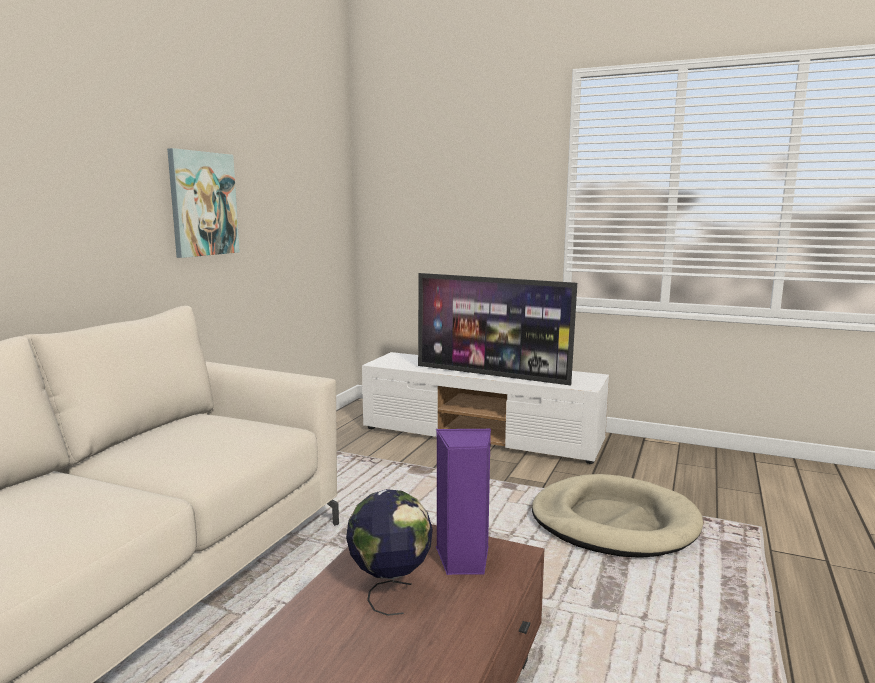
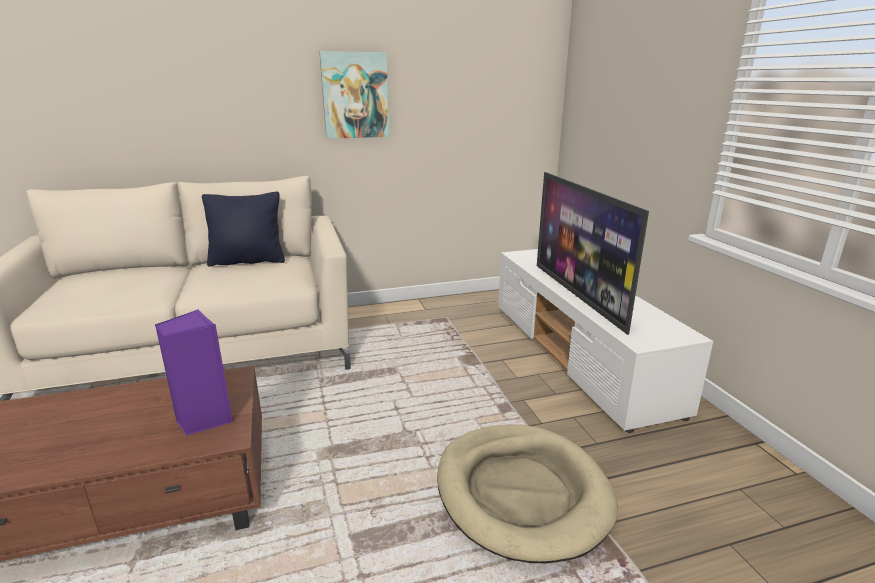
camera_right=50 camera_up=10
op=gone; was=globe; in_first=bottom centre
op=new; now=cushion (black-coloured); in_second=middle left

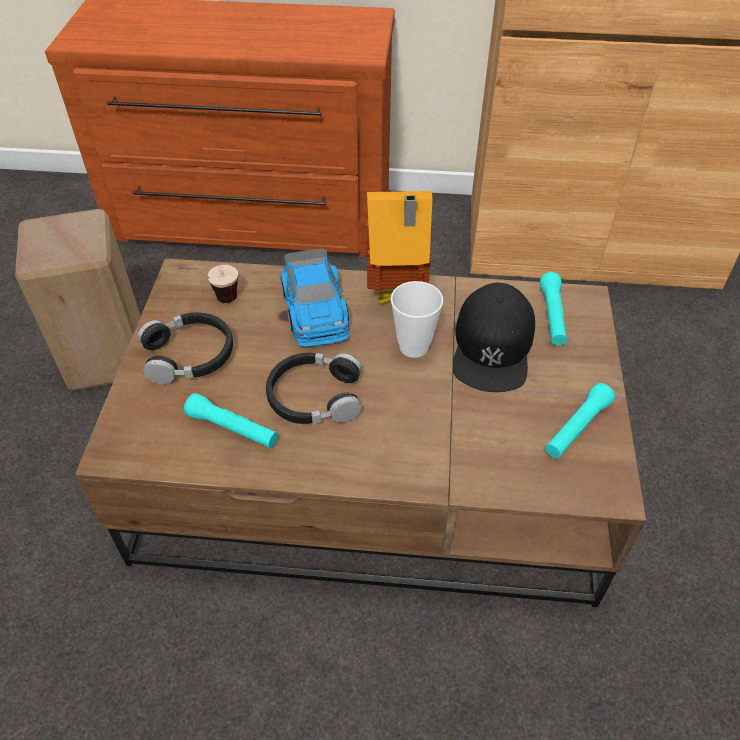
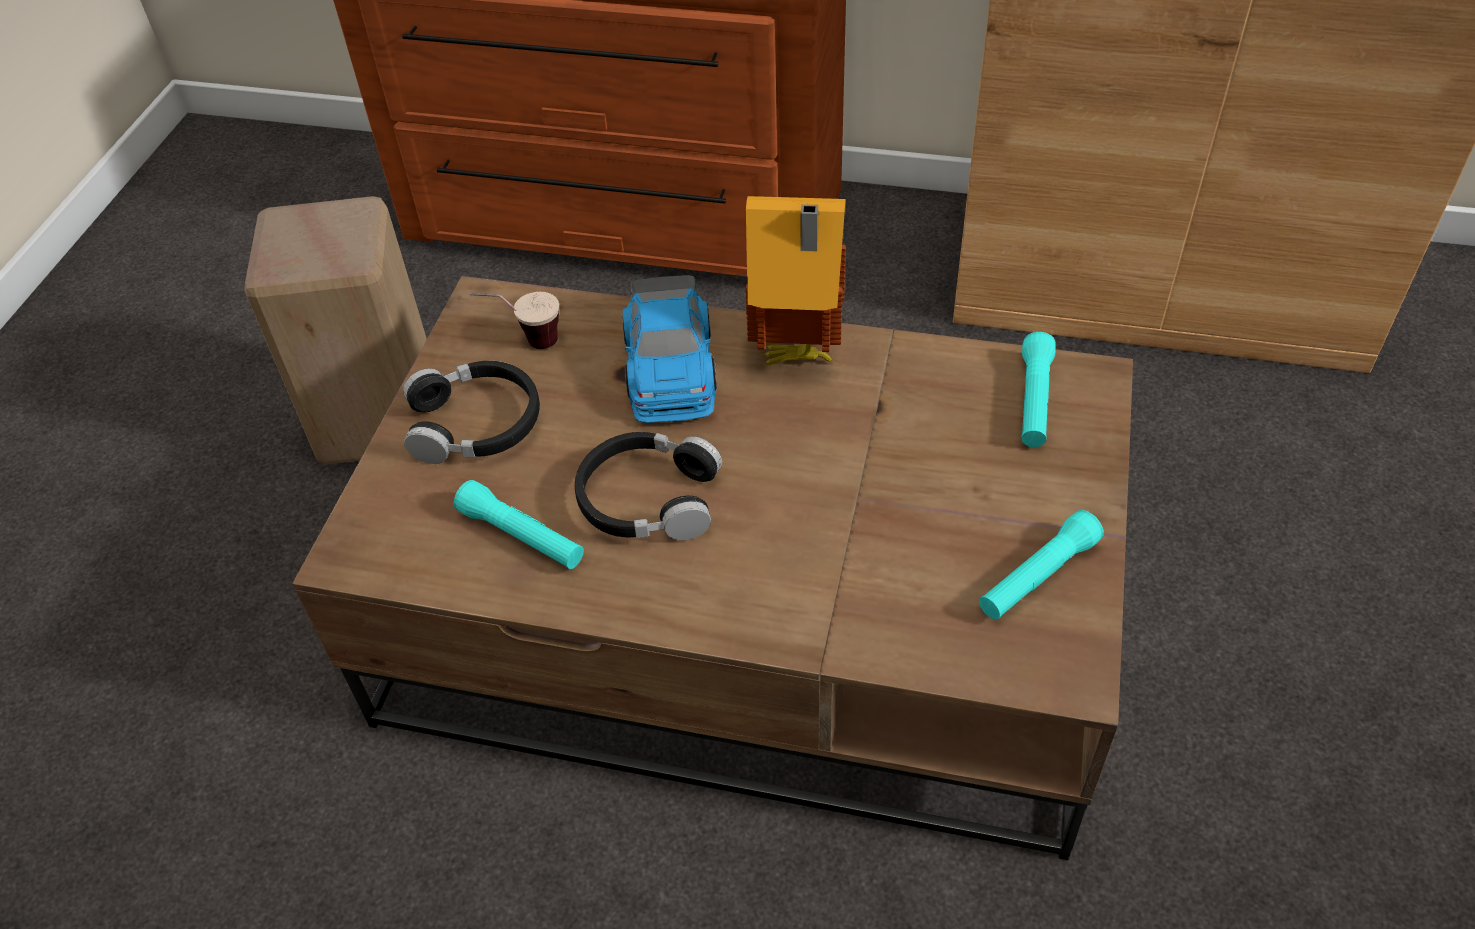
camera_right=10 camera_up=0
op=gone; was=cup (no. 2 from left); in_first=centre
op=gone; was=peaked cap (black-coloured); in_first=middle right

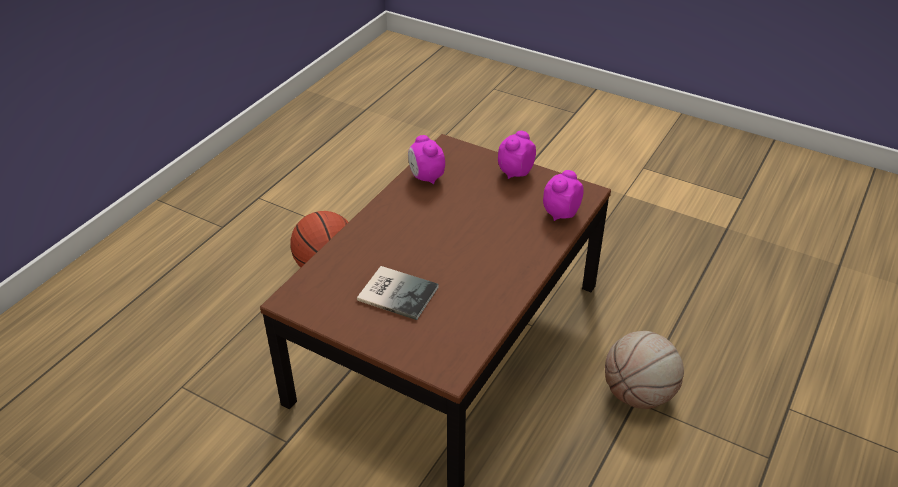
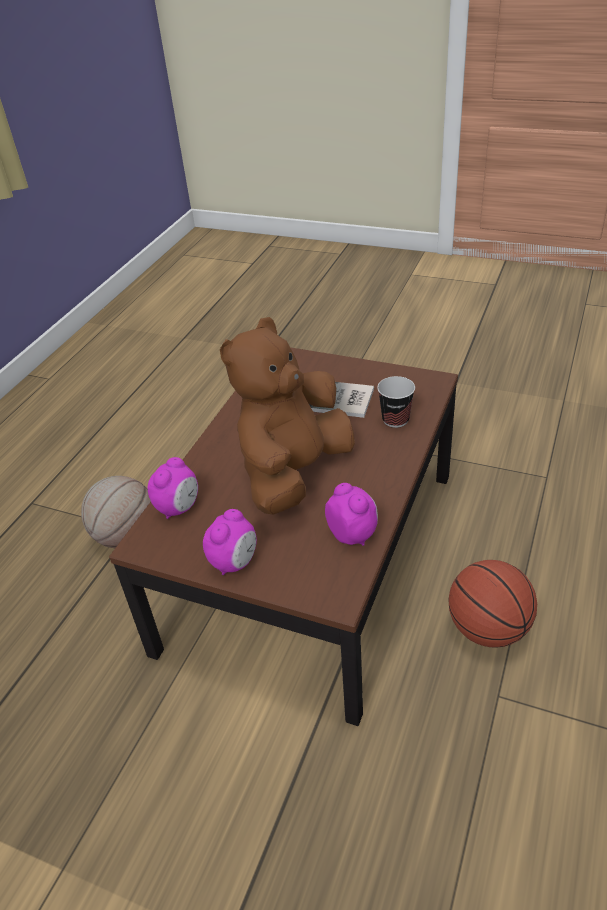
camera_right=175 camera_up=0
op=new; now=cuddly toy (brown); in_second=centre
op=new; now=cup; in_second=centre

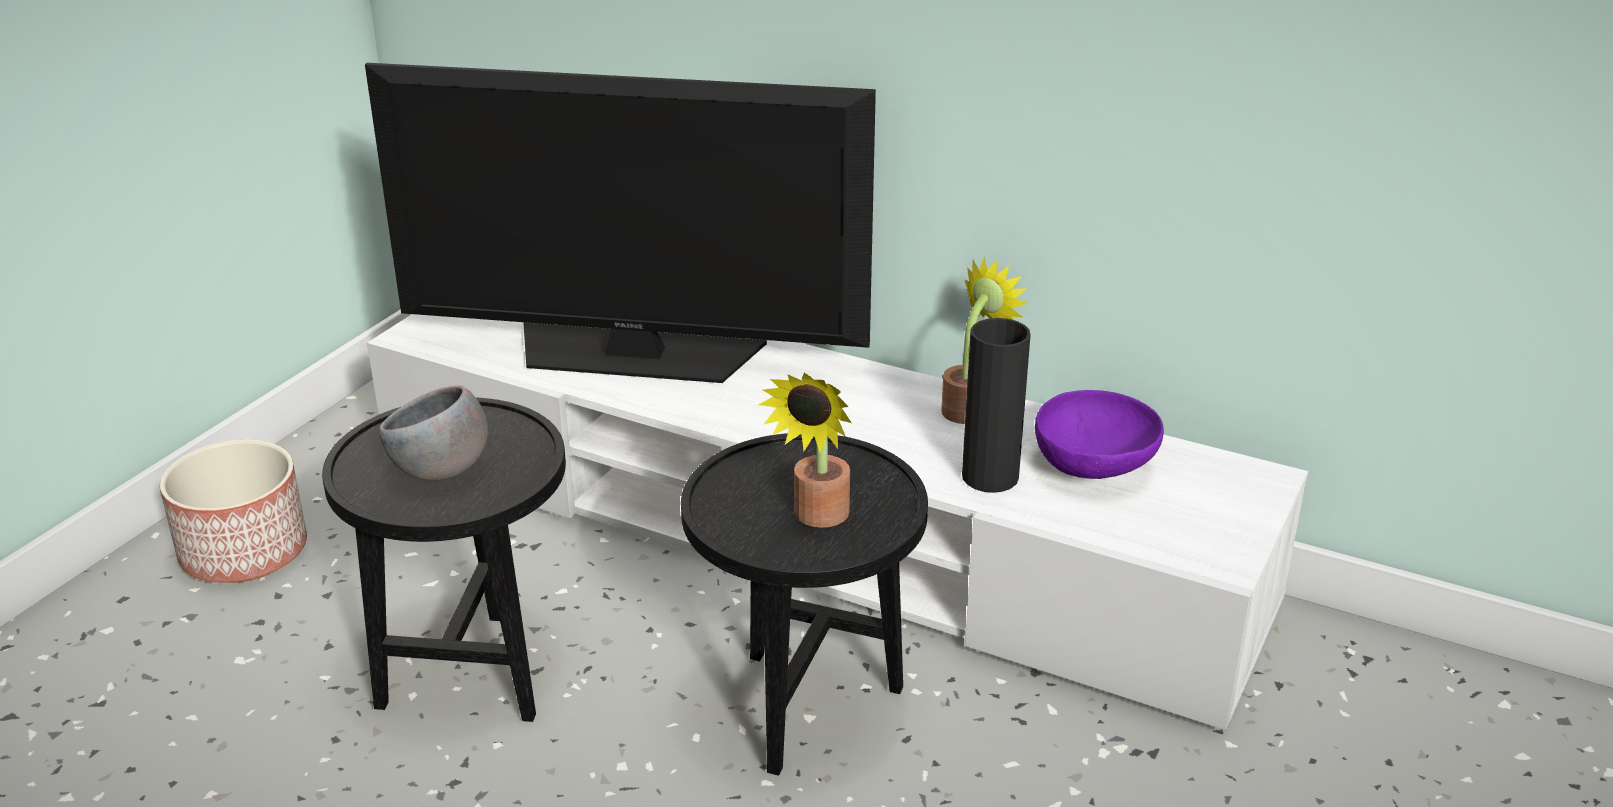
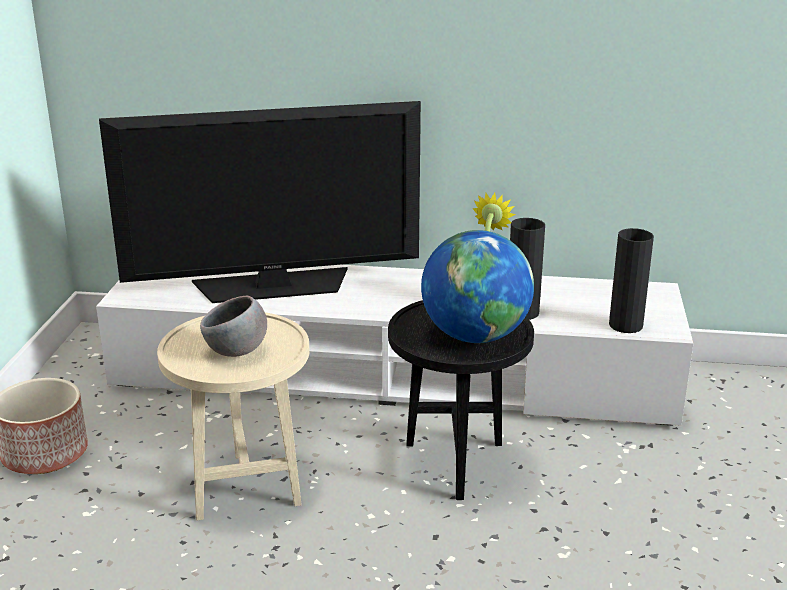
camera_right=-20 camera_up=-5
op=repainted; was=end table (black-coloured) (no. 1 from left); now=end table (sand-coloured); in_first=bottom left; in_second=bottom left
op=swapped; was=plant in a pot (no. 1 from left); now=globe; in_first=centre; in_second=centre
op=gone; was=serving bowl (purplish); in_first=middle right
op=new; now=vase (black-coloured) (no. 2 from left); in_second=middle right

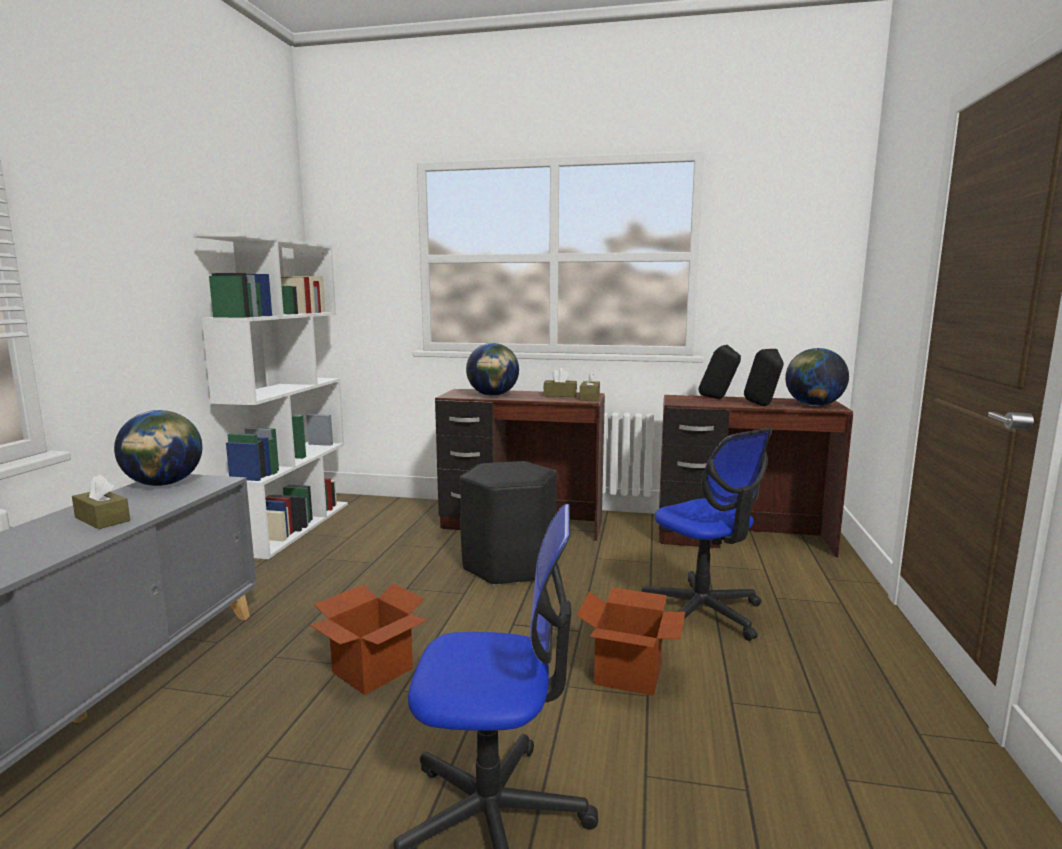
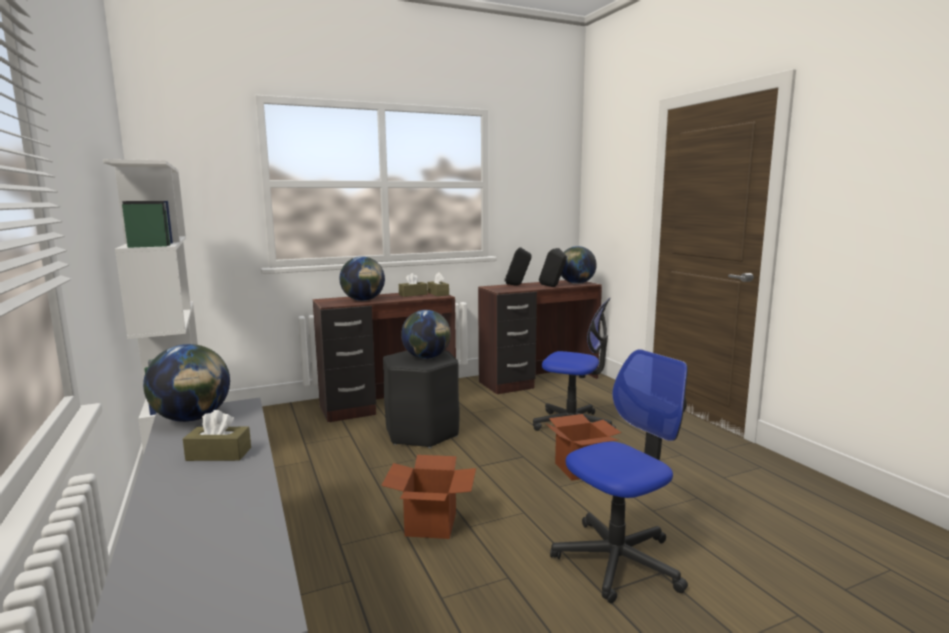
camera_right=-35 camera_up=0
op=new; now=globe (no. 3 from left); in_second=centre

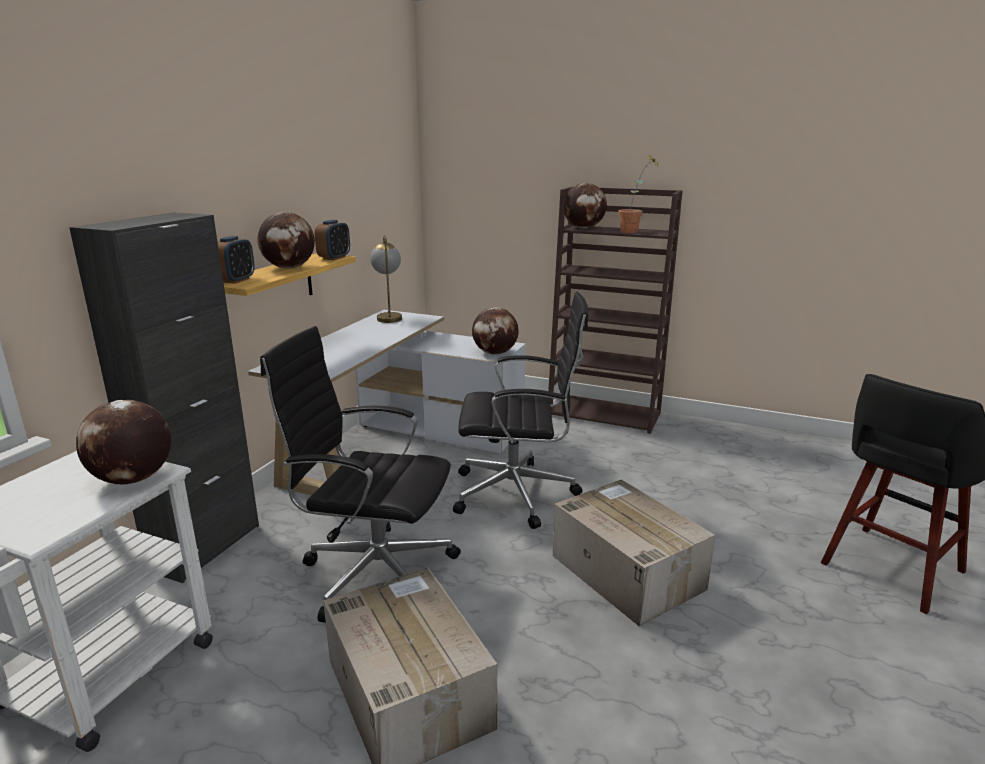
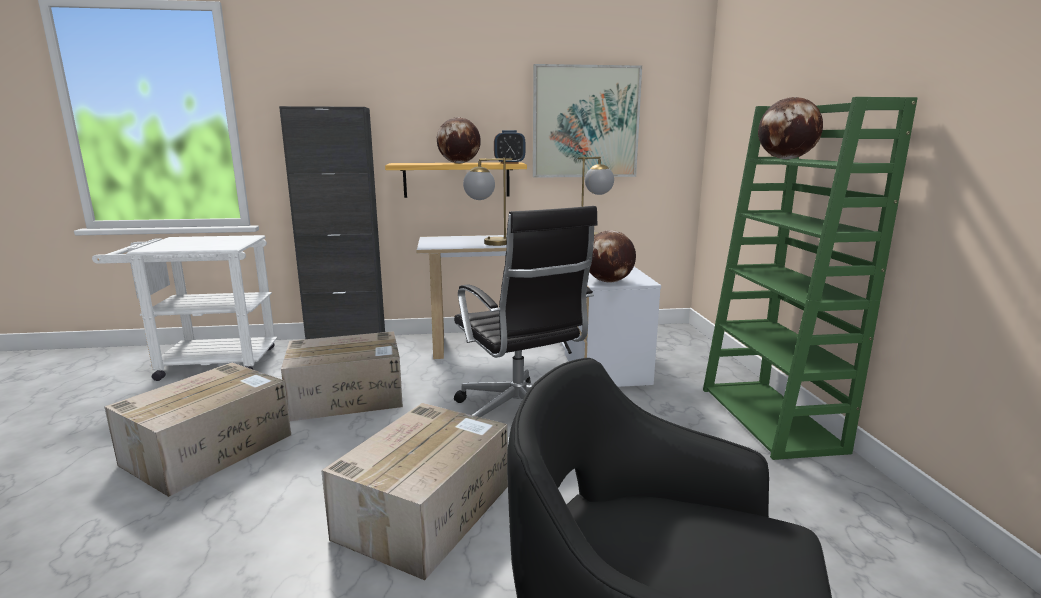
camera_right=60 camera_up=-5
op=gone; was=globe (no. 1 from left); in_first=middle left
op=gone; was=table clock (no. 1 from left); in_first=middle left
op=swapped; was=office chair (black-coloured) (no. 1 from left); now=cardboard box (no. 2 from left); in_first=centre; in_second=middle left
op=repainted; was=bookshelf (brown); now=bookshelf (green-coloured); in_first=centre; in_second=middle right
op=gone; was=plant in a pot; in_first=top centre
op=new; now=table lamp (no. 1 from left); in_second=centre
op=new; now=wall picture; in_second=top centre

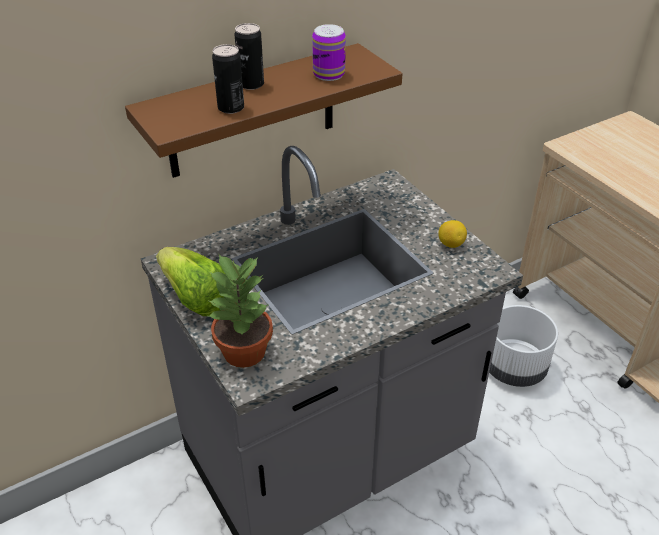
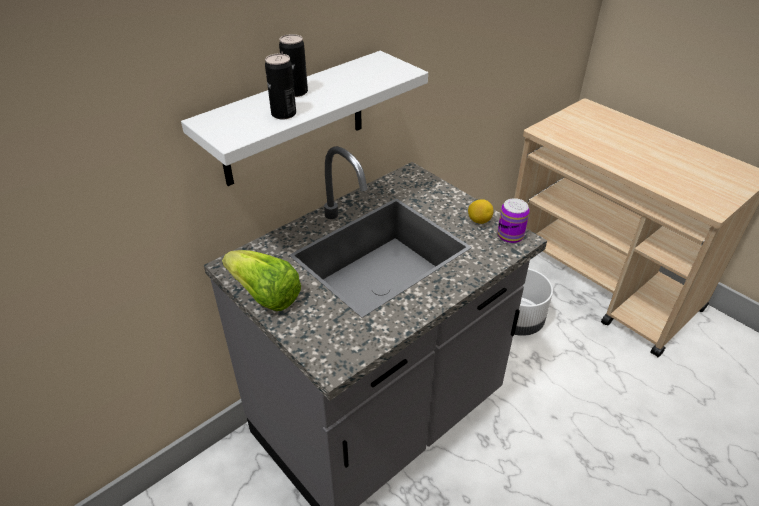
camera_right=-10 camera_up=0
op=repainted; was=shelf (brown); now=shelf (white); in_first=top centre; in_second=top centre
op=gone; was=plant in a pot; in_first=centre
op=shifted; was=can (no. 3 from left); in_first=top centre; in_second=middle right

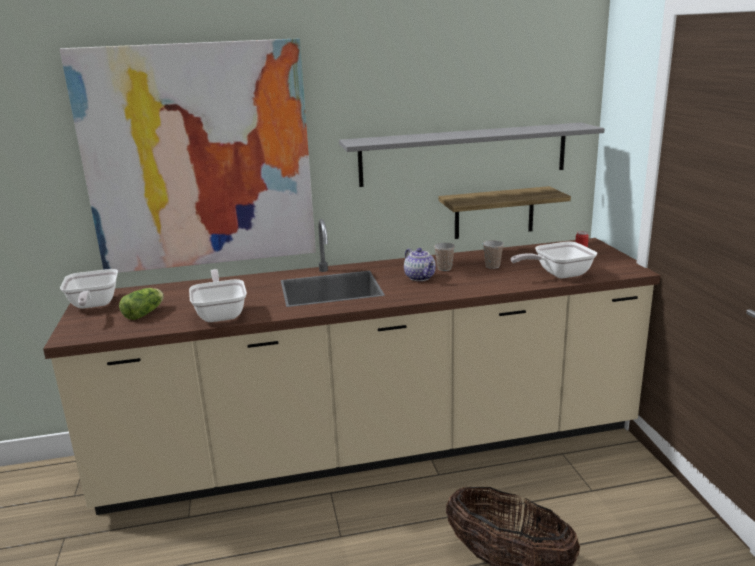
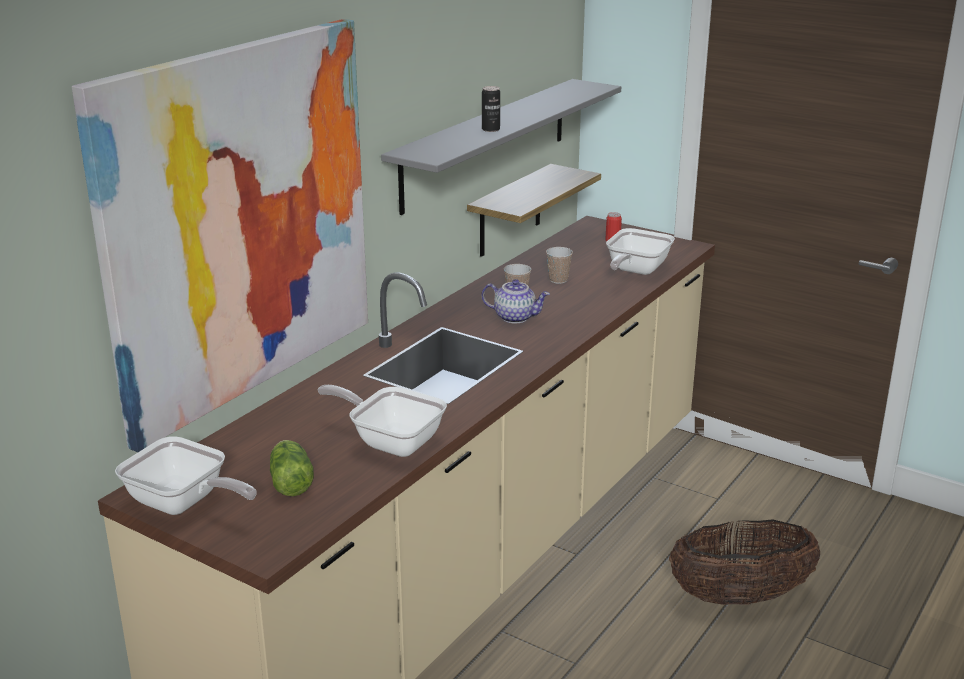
camera_right=-45 camera_up=5
op=new; now=can (no. 1 from left); in_second=top centre

